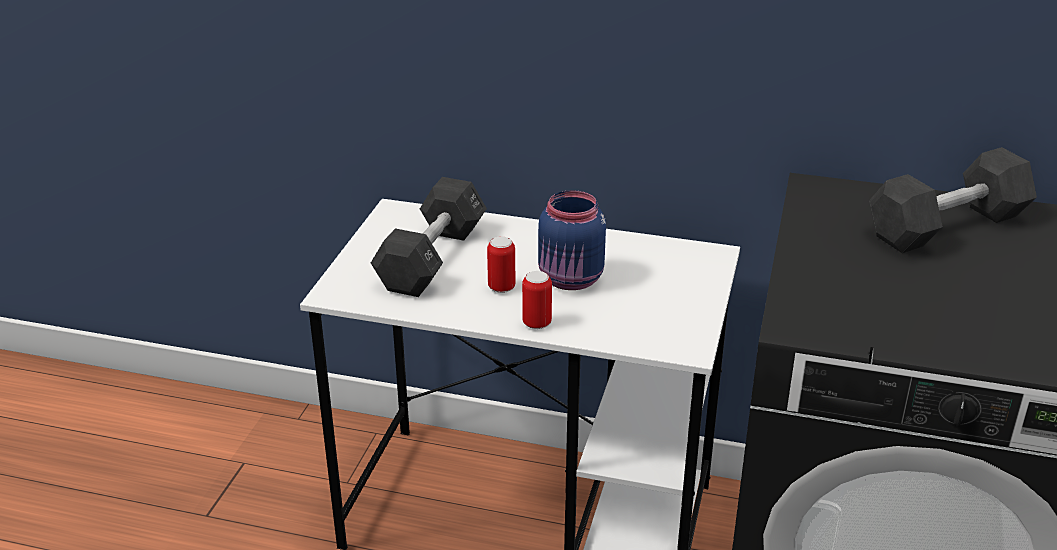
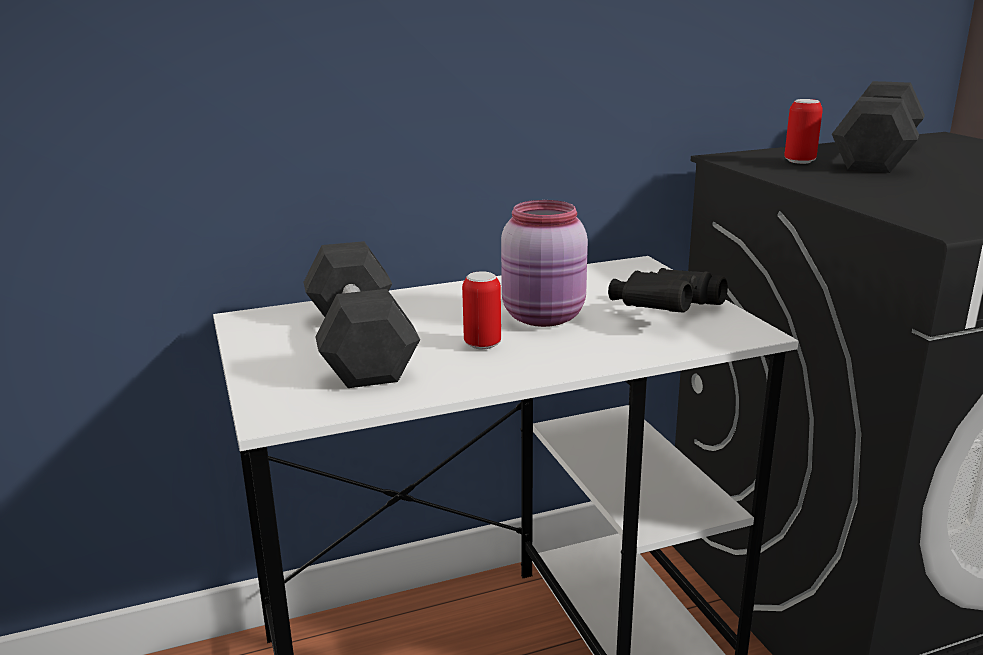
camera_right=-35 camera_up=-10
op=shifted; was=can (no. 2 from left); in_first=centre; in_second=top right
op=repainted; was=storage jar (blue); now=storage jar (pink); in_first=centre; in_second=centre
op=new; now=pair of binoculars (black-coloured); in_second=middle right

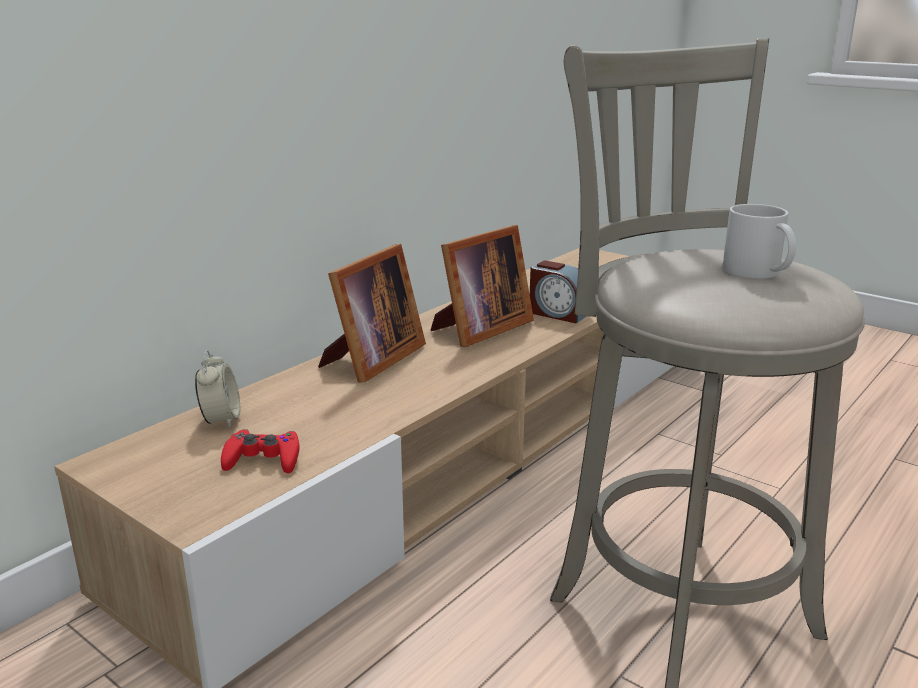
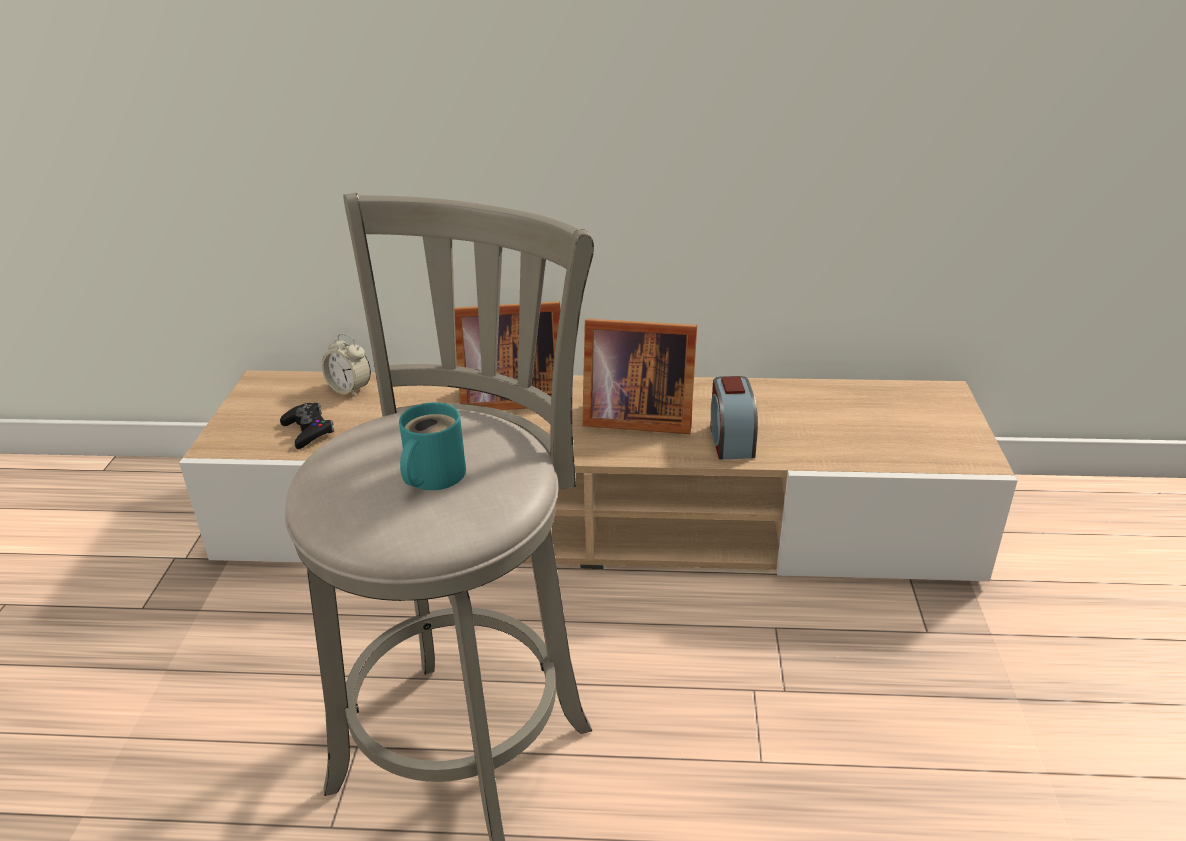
camera_right=55 camera_up=10
op=rotated; was=table clock (no. 1 from left); in_first=middle left; in_second=middle left; clockwise=75
op=repainted; was=gamepad (reddish); now=gamepad (black-coloured); in_first=middle left; in_second=middle left
op=repainted; was=tea mug (white); now=tea mug (turquoise); in_first=middle right; in_second=centre

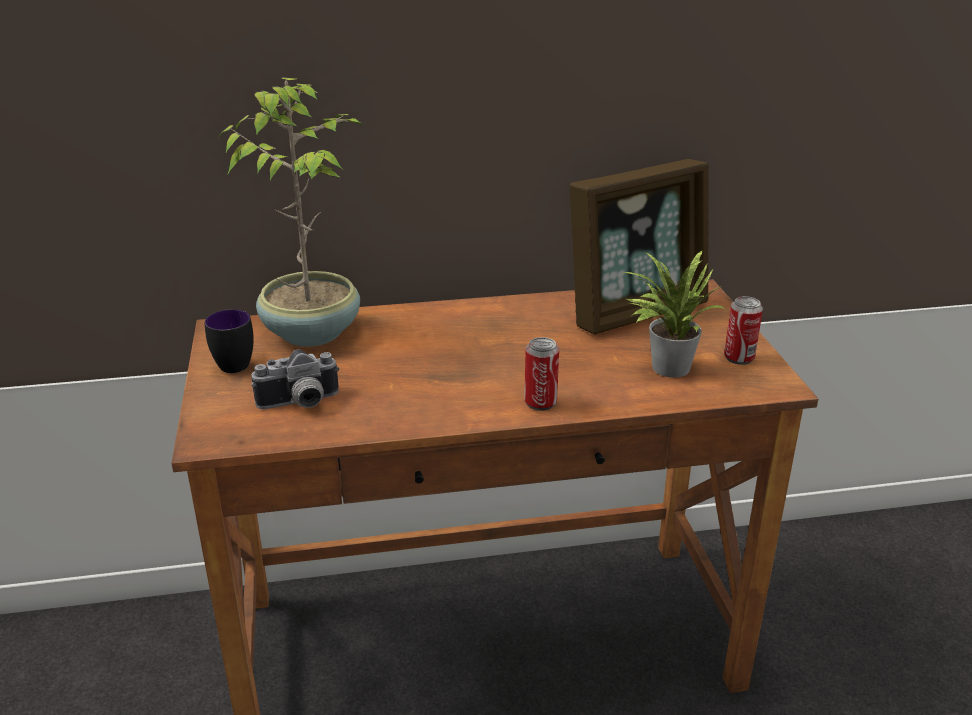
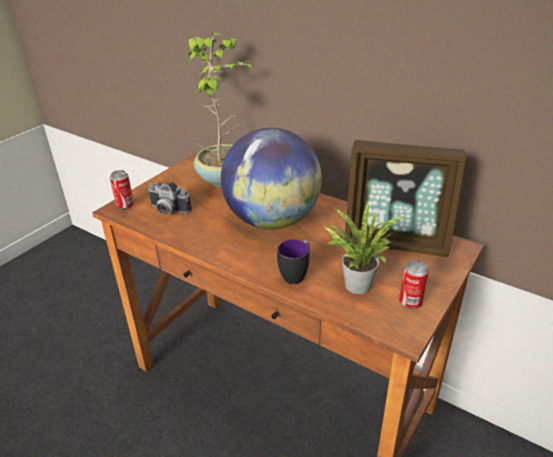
camera_right=45 camera_up=5
op=shifted; was=tea mug; in_first=middle left; in_second=centre
op=shifted; was=can (no. 1 from left); in_first=centre; in_second=middle left
op=new; now=globe; in_second=centre

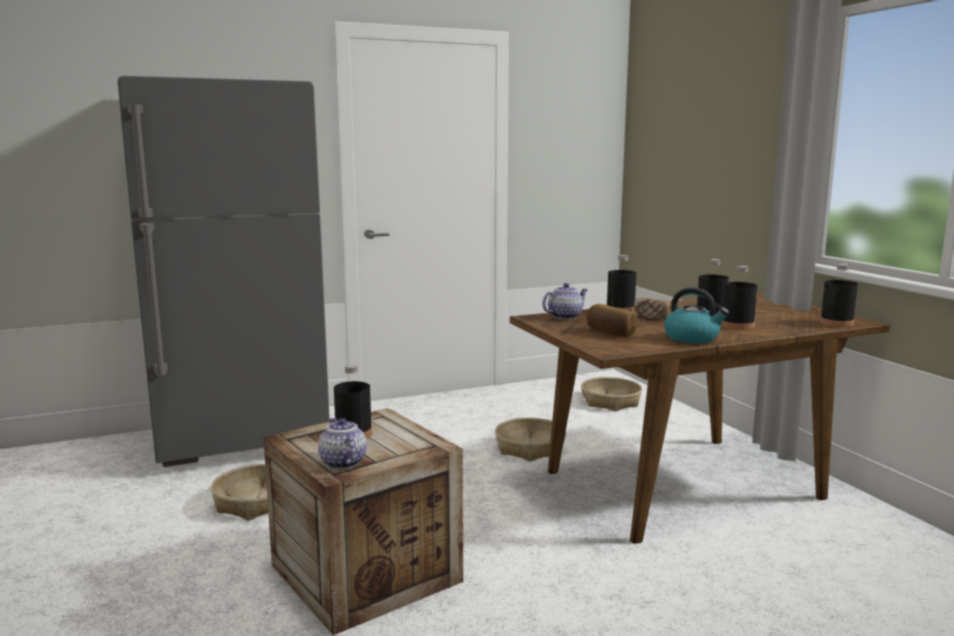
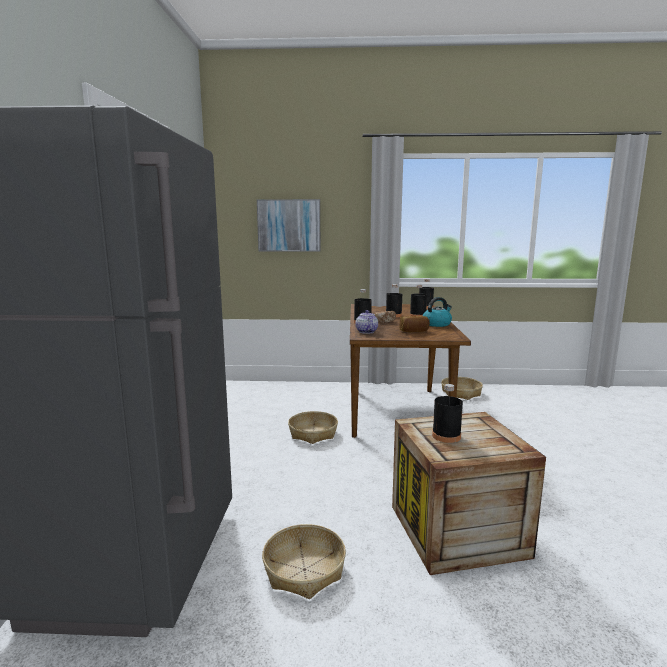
camera_right=-65 camera_up=0
op=gone; was=teapot (no. 1 from left); in_first=bottom centre
op=shifted; was=basket (no. 3 from left); in_first=centre; in_second=middle right
op=new; now=wall picture; in_second=centre

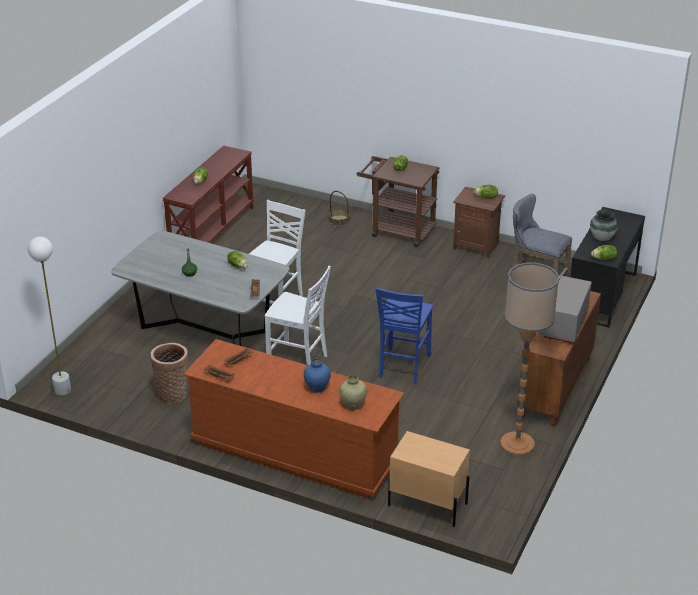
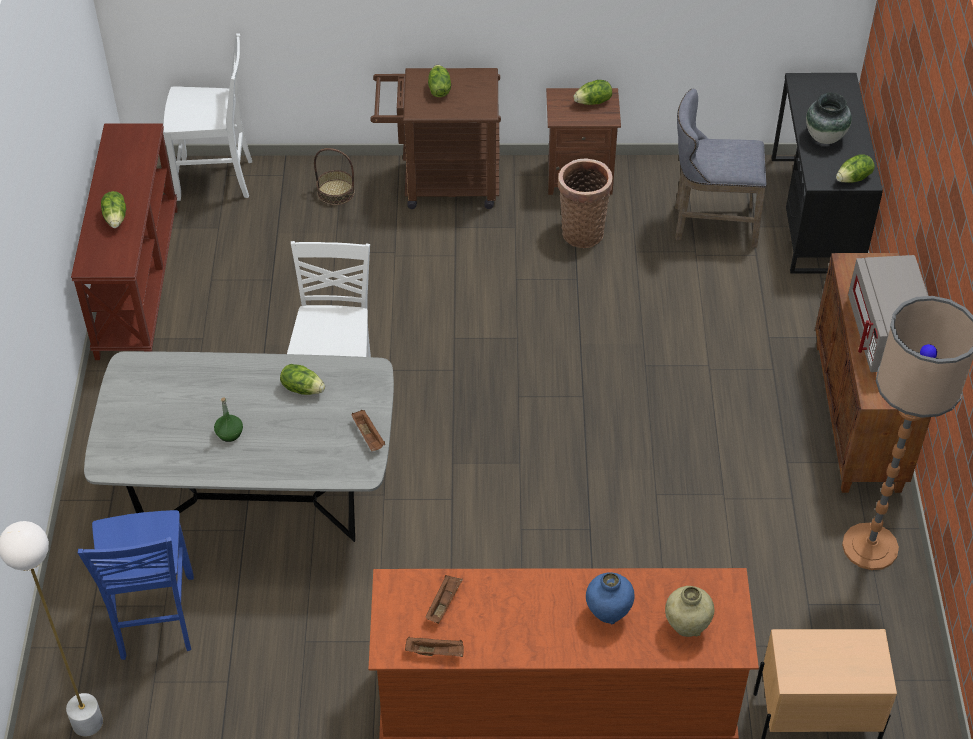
camera_right=-25 camera_up=15
op=shifted; was=basket (no. 1 from left in the first image); now=basket (no. 2 from left); in_first=middle left; in_second=top centre
op=shifted; was=chair (white) (no. 2 from left in the first image); now=chair (white) (no. 1 from left); in_first=centre; in_second=top left
op=shifted; was=chair (blue); in_first=centre; in_second=bottom left

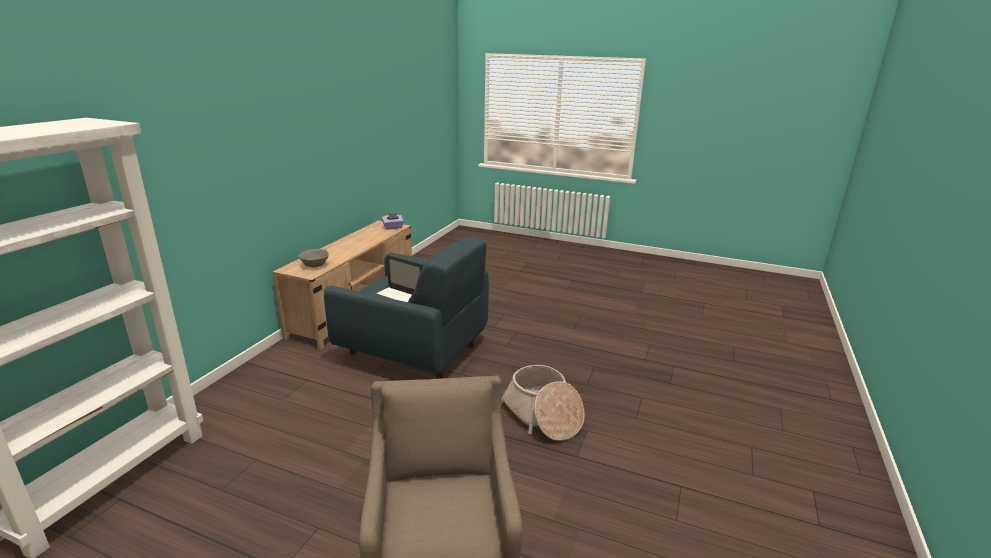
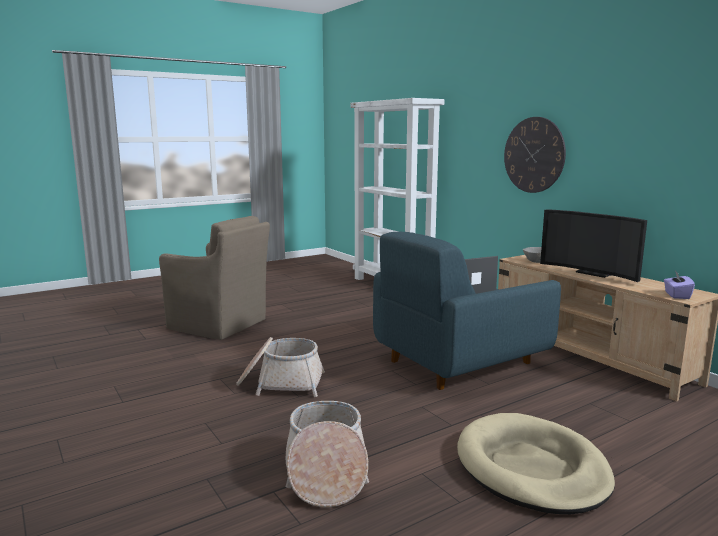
camera_right=125 camera_up=-10
op=new; now=basket (no. 2 from left); in_second=bottom centre
op=new; now=dog cushion (sand-coloured); in_second=bottom right
op=new; now=hanging clock; in_second=top right
op=new; now=television; in_second=middle right

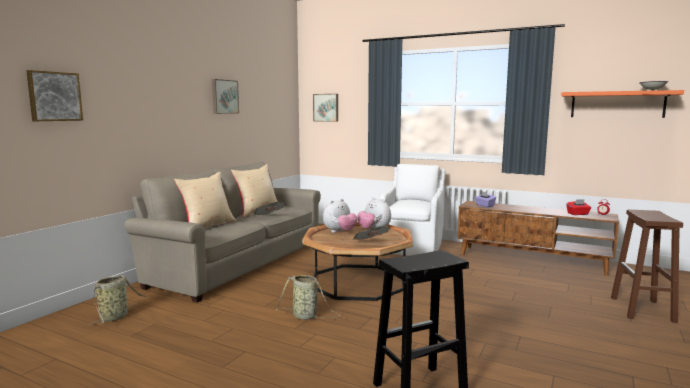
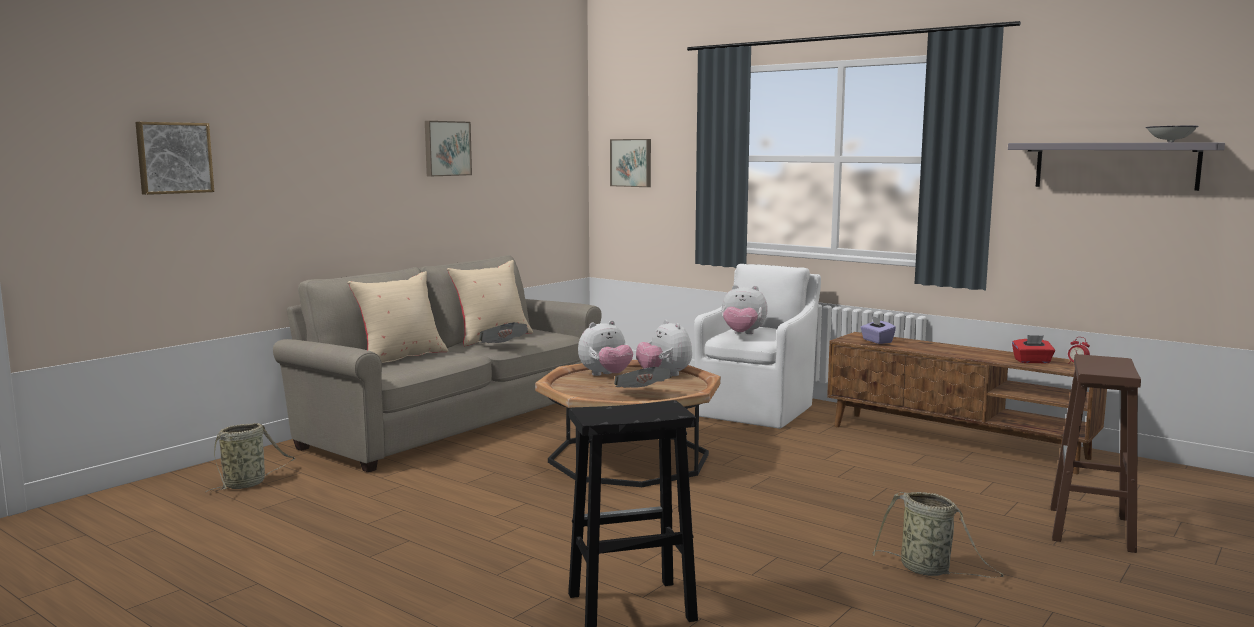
camera_right=10 camera_up=0
op=shifted; was=basket (no. 2 from left); in_first=bottom centre; in_second=bottom right
op=repainted; was=shelf (orange); now=shelf (greyish); in_first=top right; in_second=top right
op=new; now=cuddly toy (no. 3 from left); in_second=centre

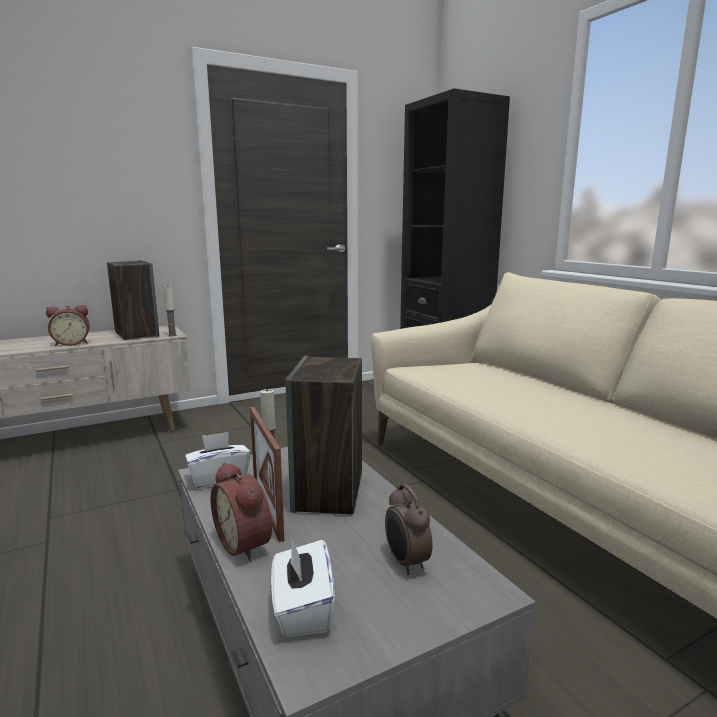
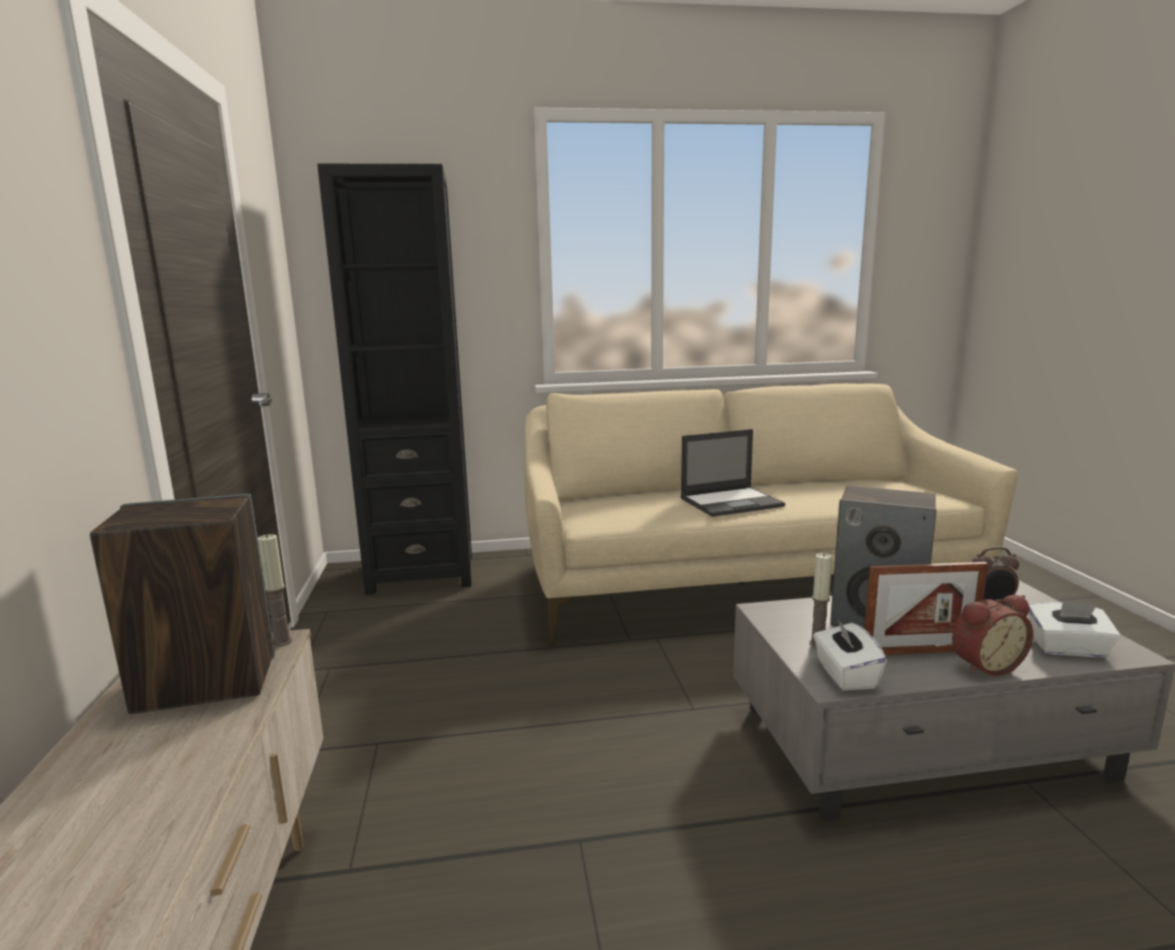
camera_right=-70 camera_up=0
op=gone; was=table clock (no. 1 from left); in_first=middle left
op=new; now=laptop; in_second=centre

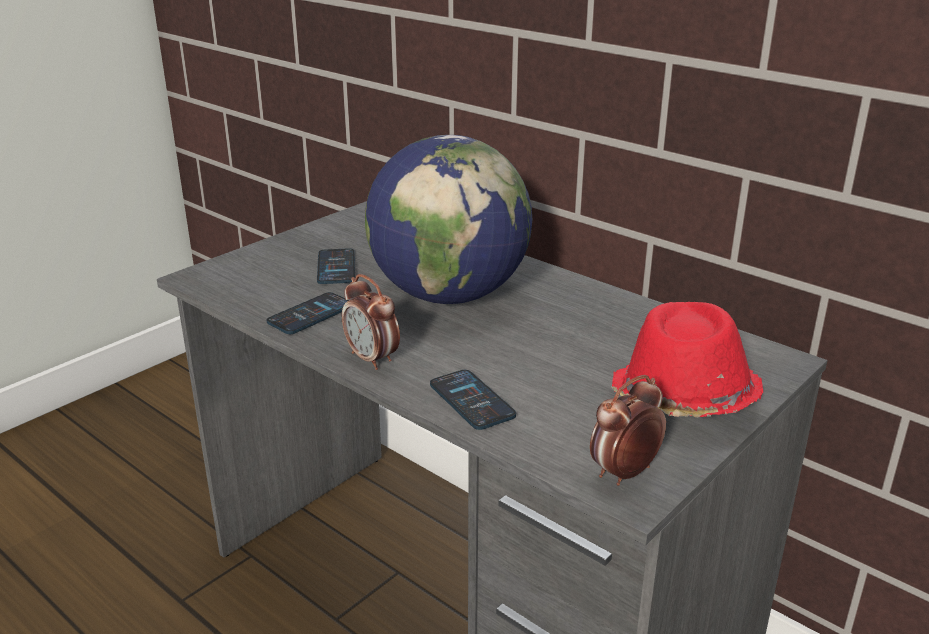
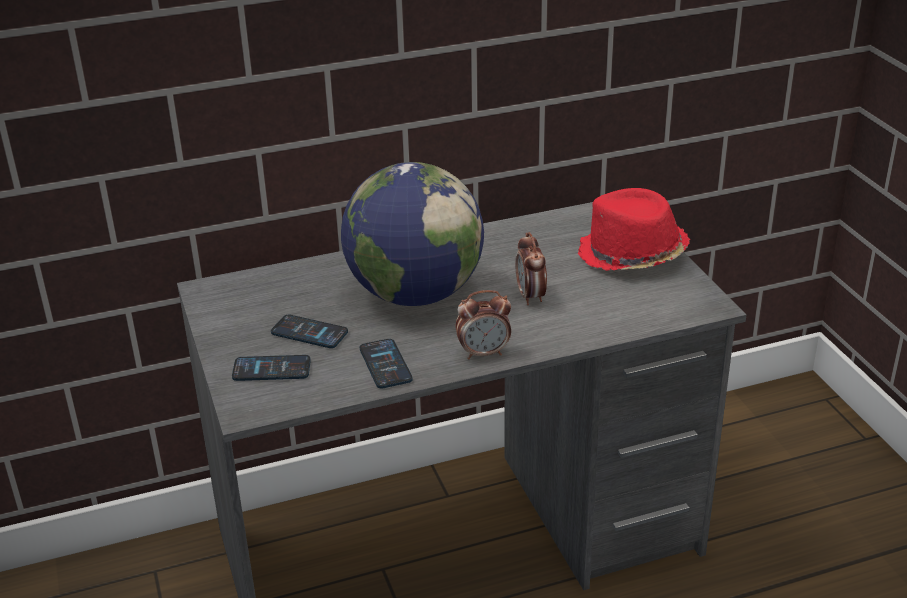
camera_right=-60 camera_up=5
op=shifted; was=phone (no. 3 from left in the first image); now=phone (no. 1 from left); in_first=centre; in_second=middle left
op=shifted; was=table clock (no. 2 from left); in_first=bottom right; in_second=centre

